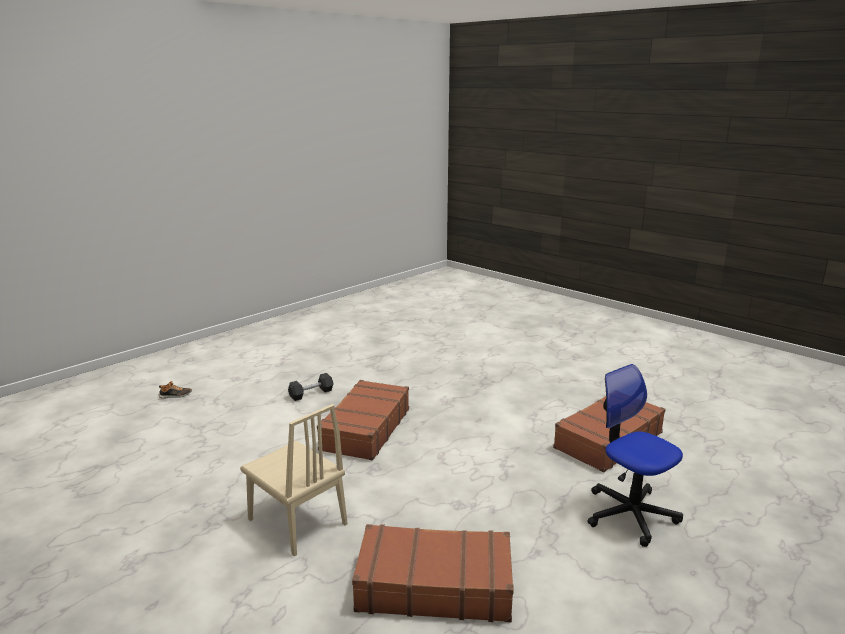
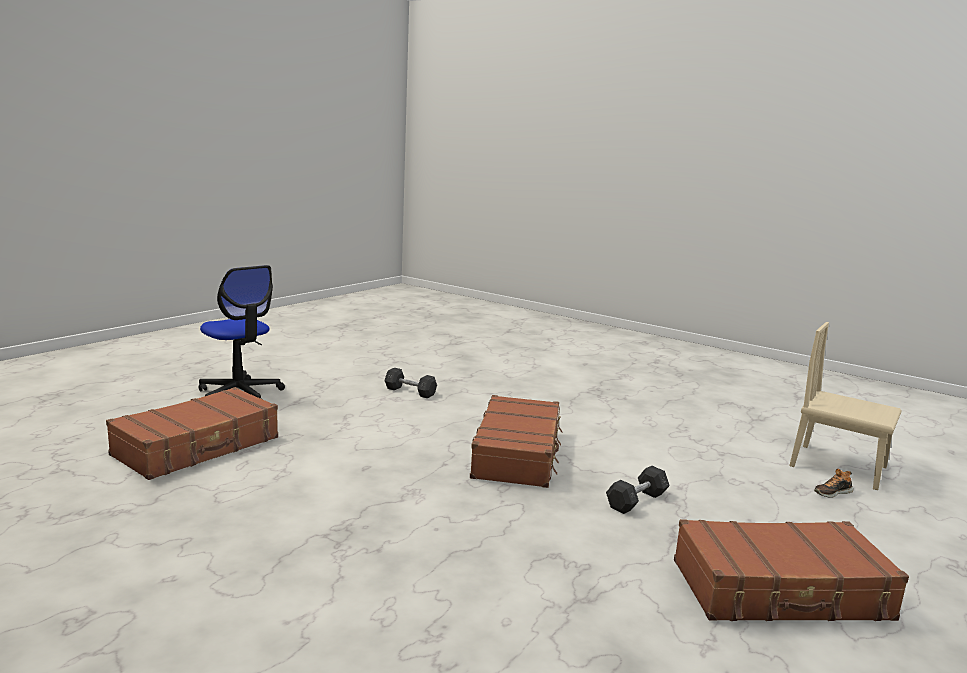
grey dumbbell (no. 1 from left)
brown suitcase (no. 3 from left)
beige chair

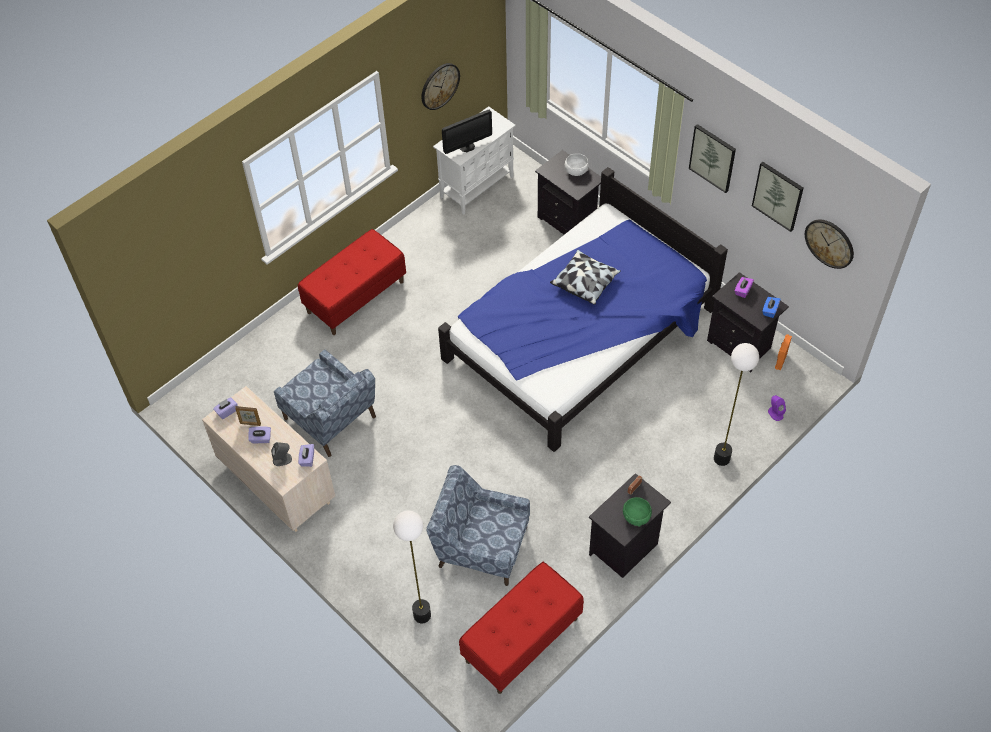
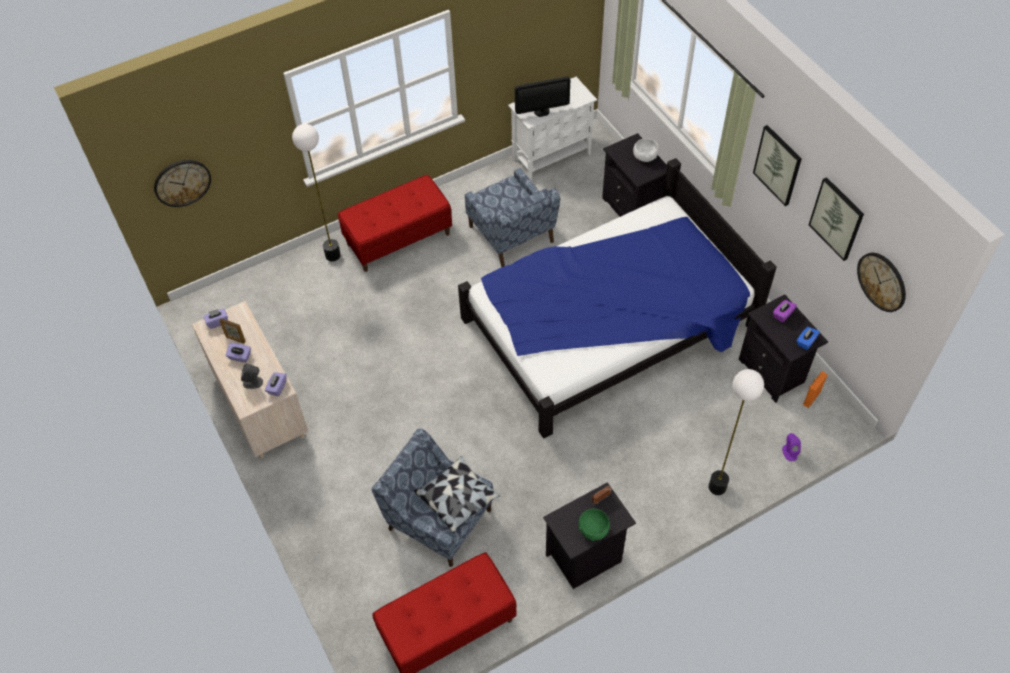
wall clock (no. 1 from left)
floor lamp (no. 1 from left)
pillow
blue armchair (no. 2 from left)

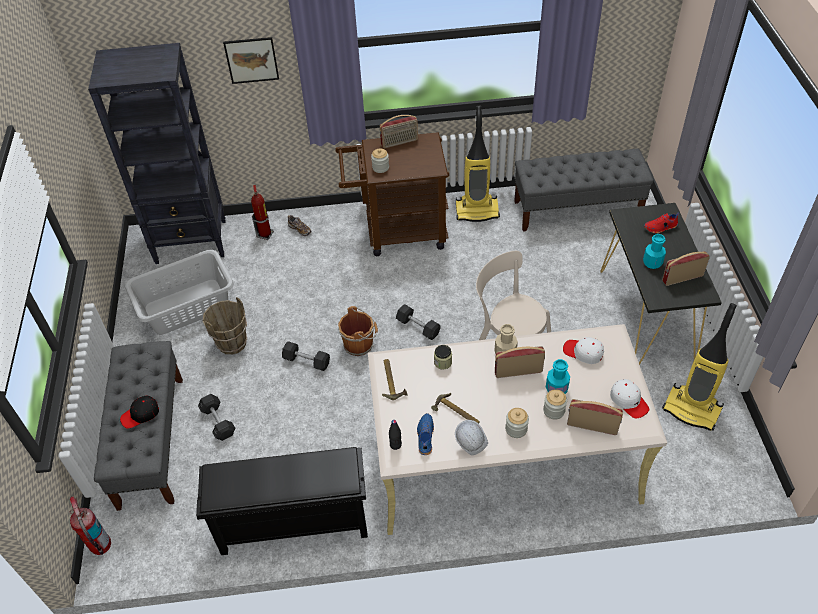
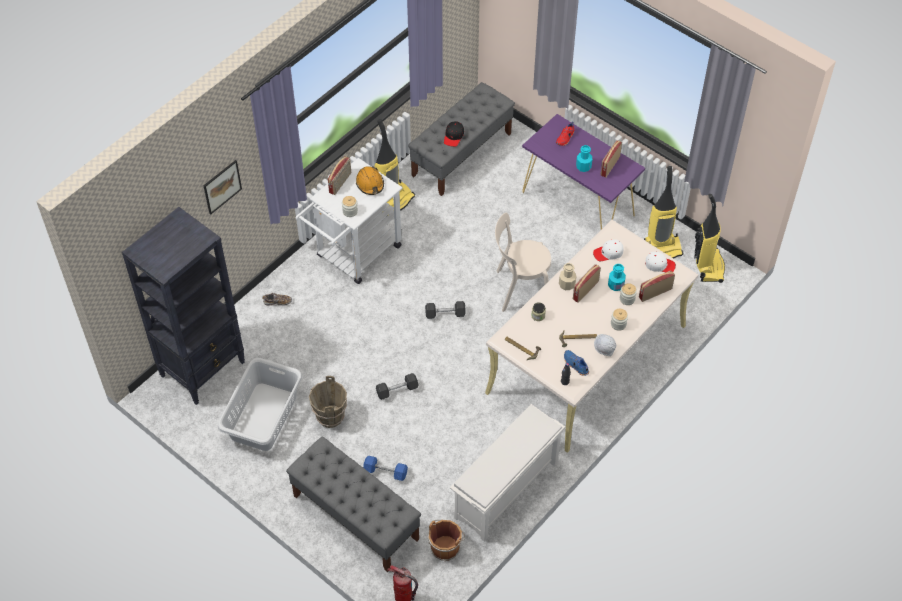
white cart
orange hard hat
blue dumbbell
brown bucket (no. 2 from left)
black cap
white shoe rack
purple console table
vacuum cleaner (no. 3 from left)
fire extinguisher (no. 2 from left in the first image)

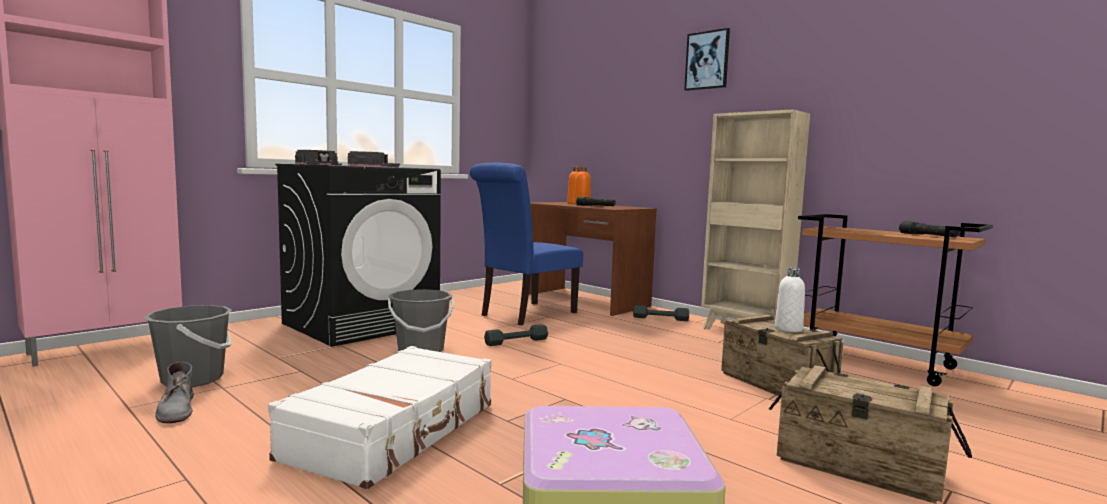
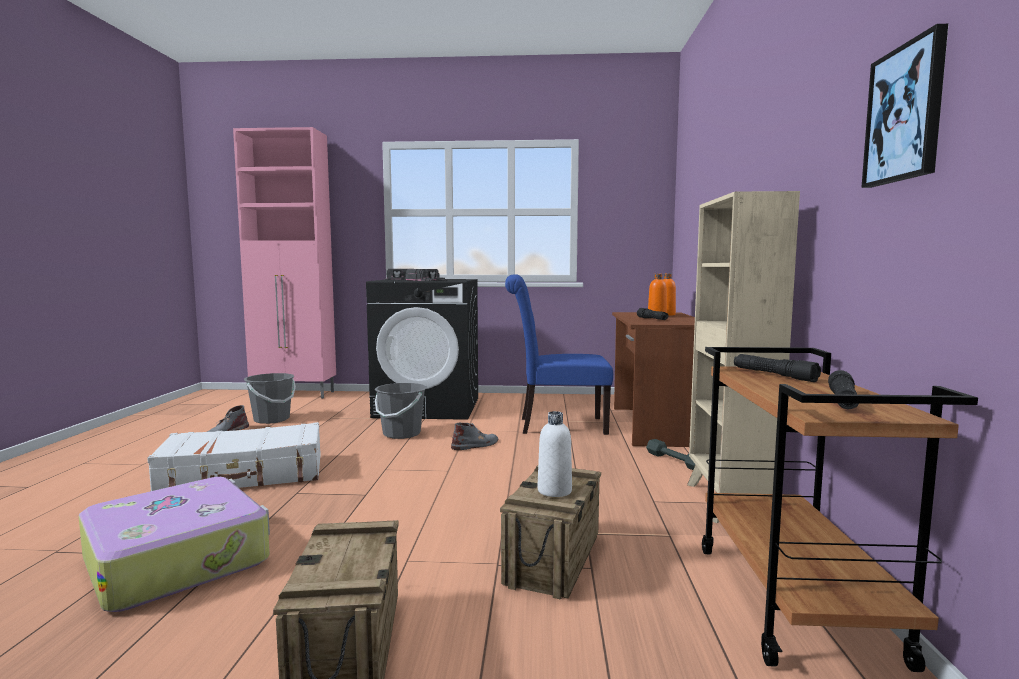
grey boot (no. 2 from left)
black flashlight (no. 2 from left)
picture

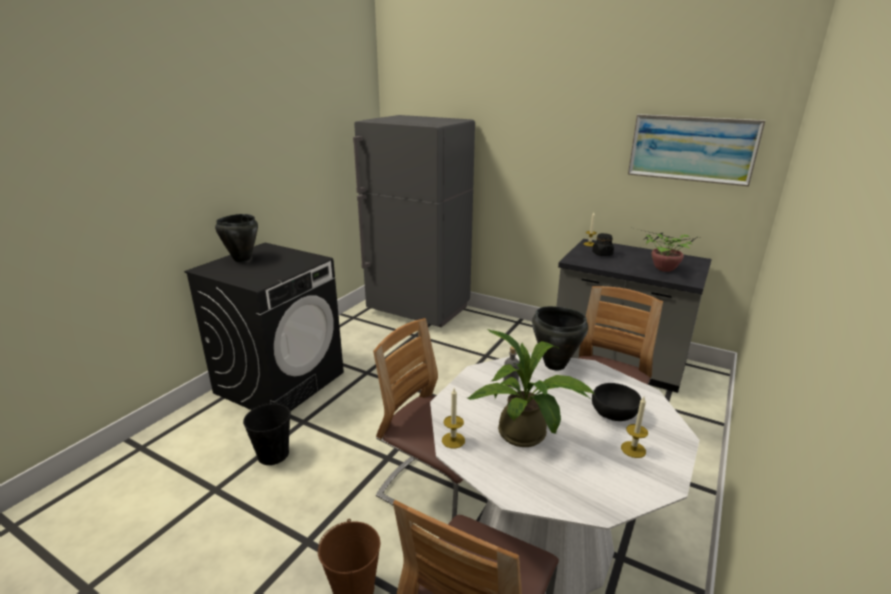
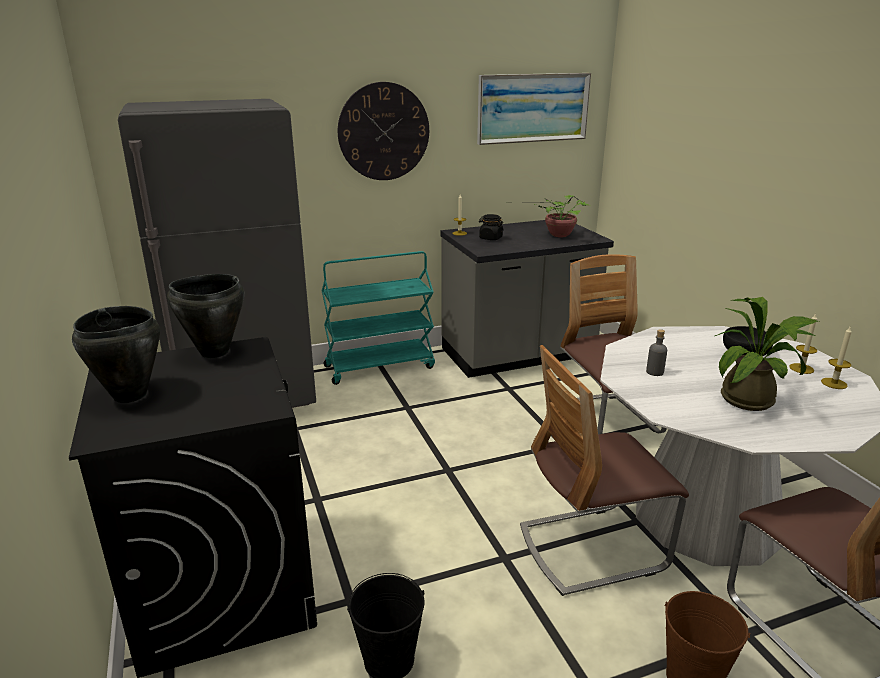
black cooking pot (no. 2 from left)
turquoise cart
wall clock
candle (no. 3 from left)

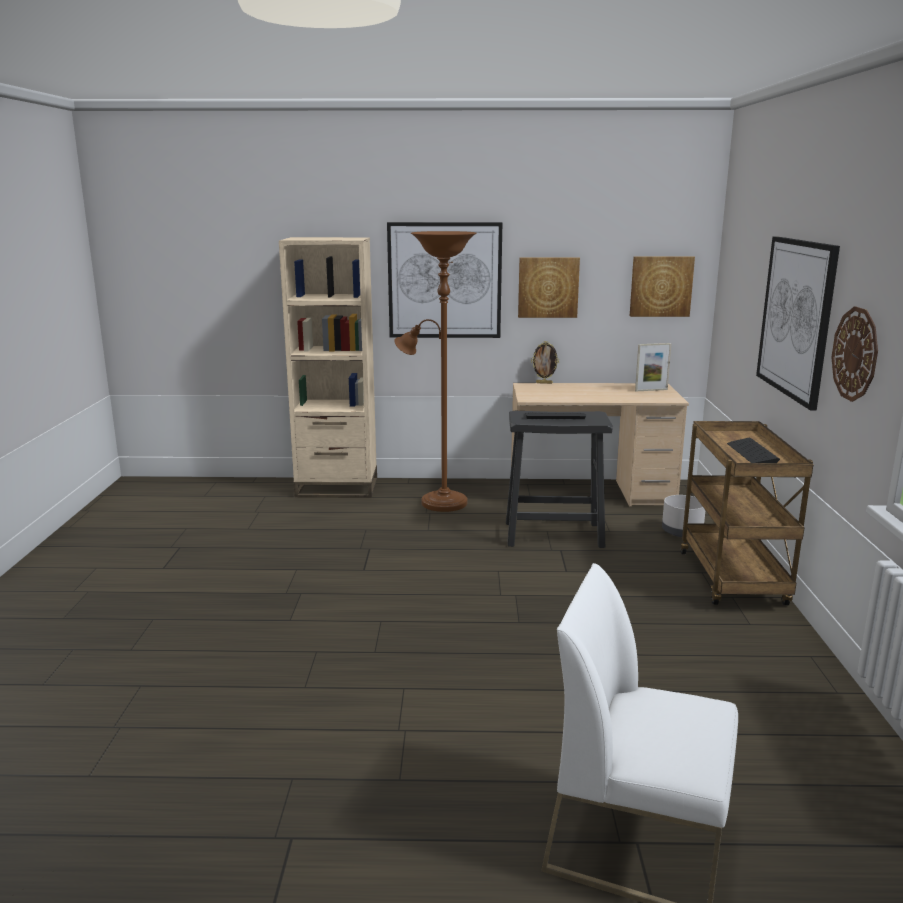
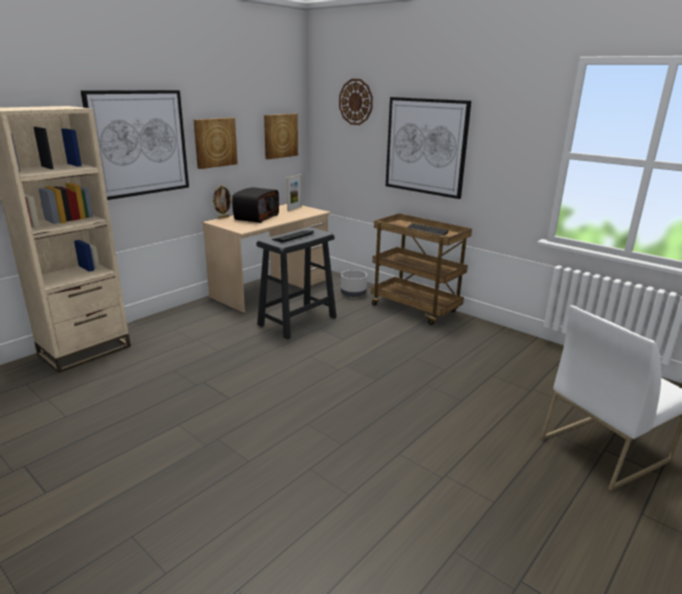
radio
wall clock
brown floor lamp

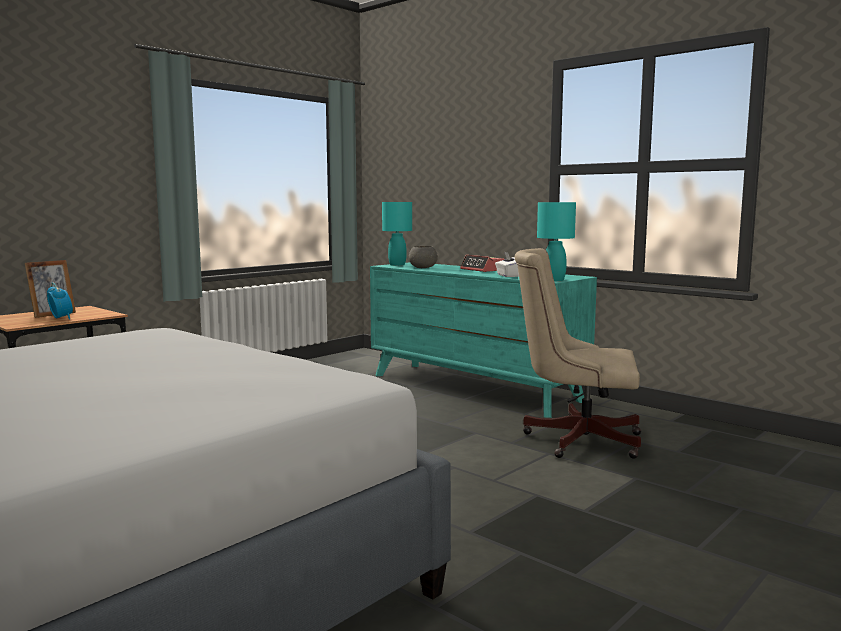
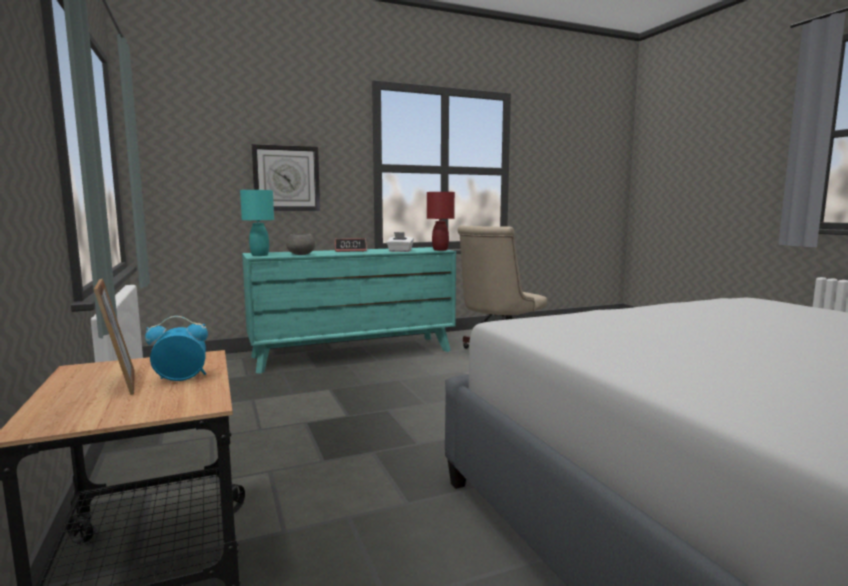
wall clock
red table lamp

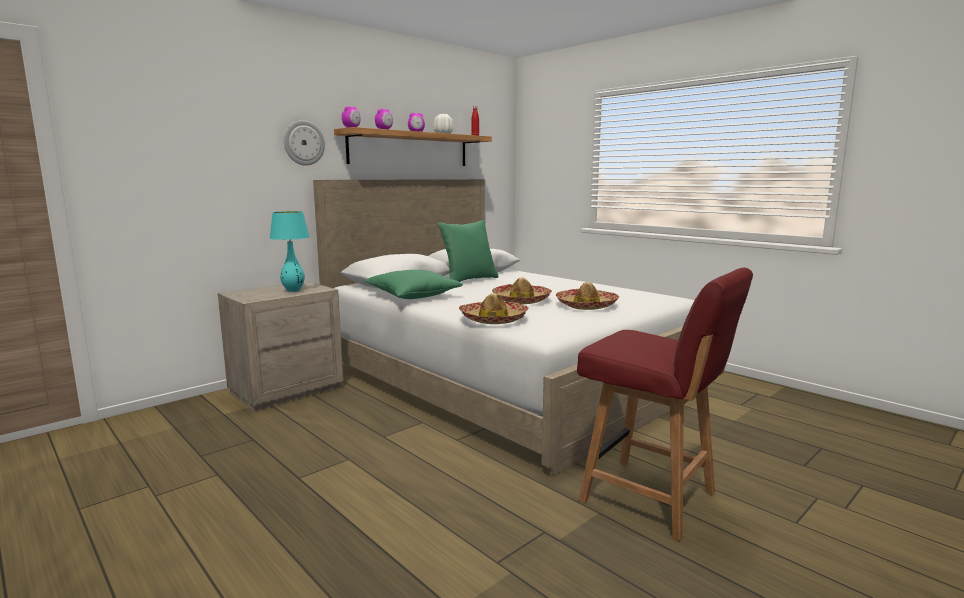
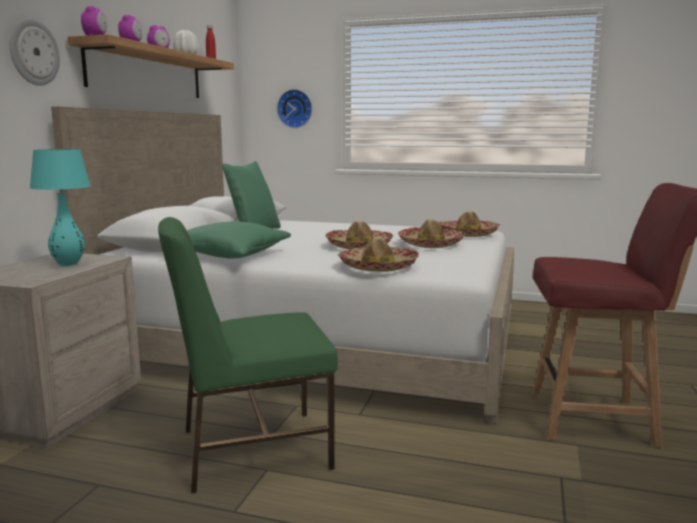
green chair
wall clock (no. 2 from left)
hat (no. 4 from left)

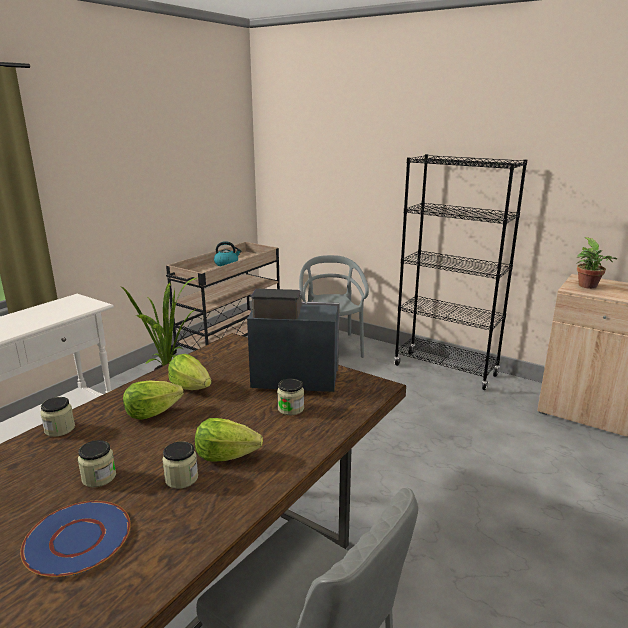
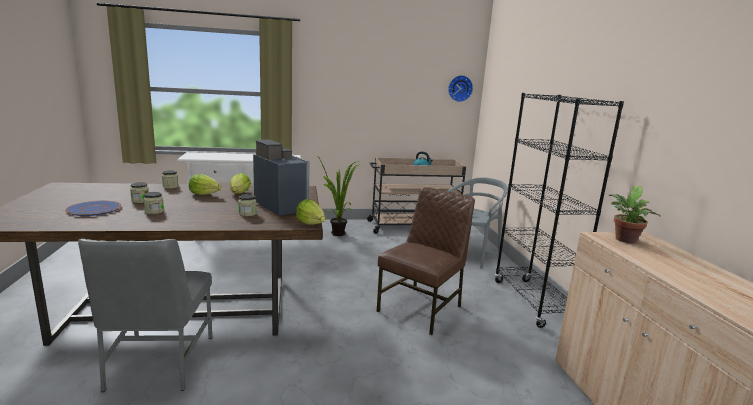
lettuce (no. 3 from left)
brown chair
wall clock

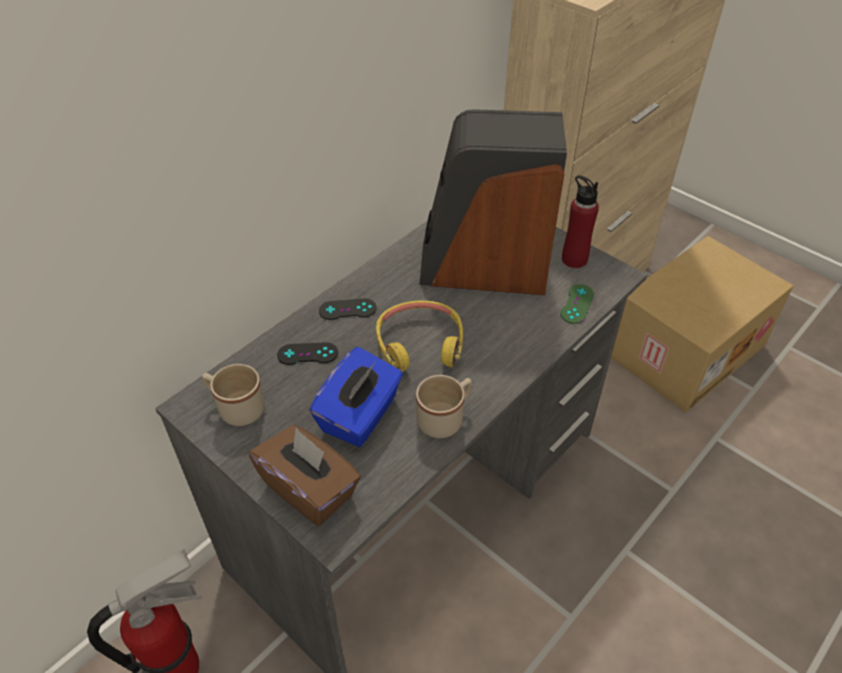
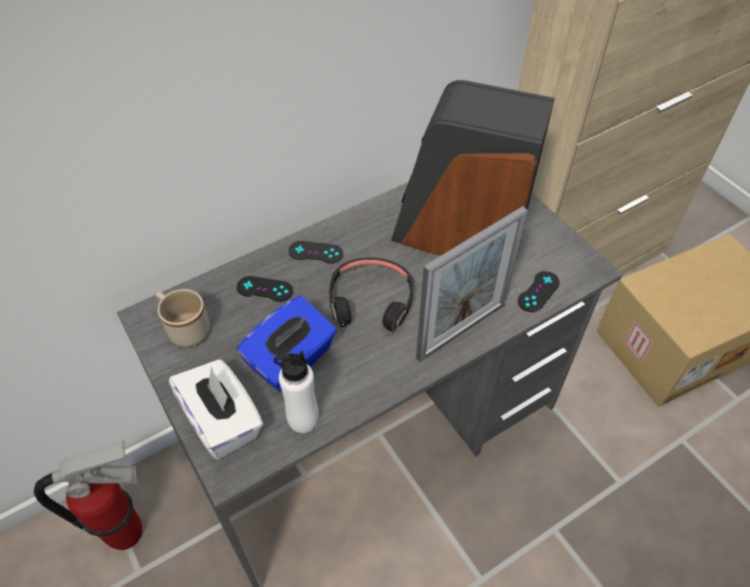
white tissue box
white bottle
black headphones
picture frame
black game controller (no. 3 from left)
beige mug (no. 2 from left in the first image)
red bottle

